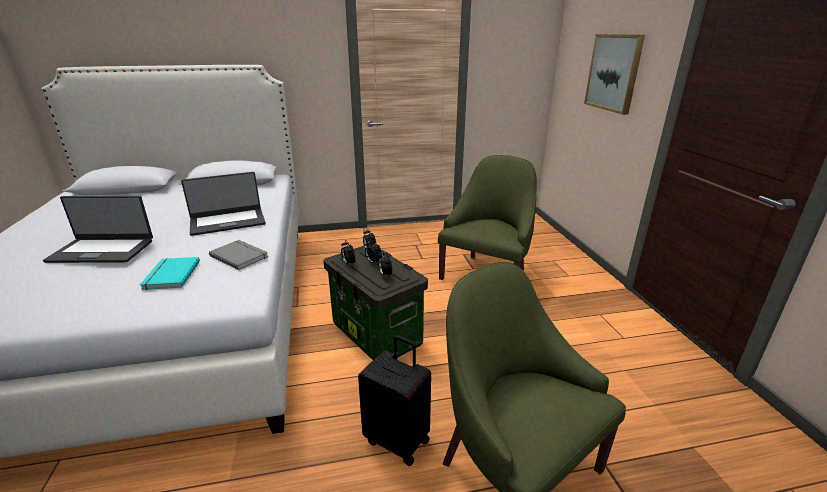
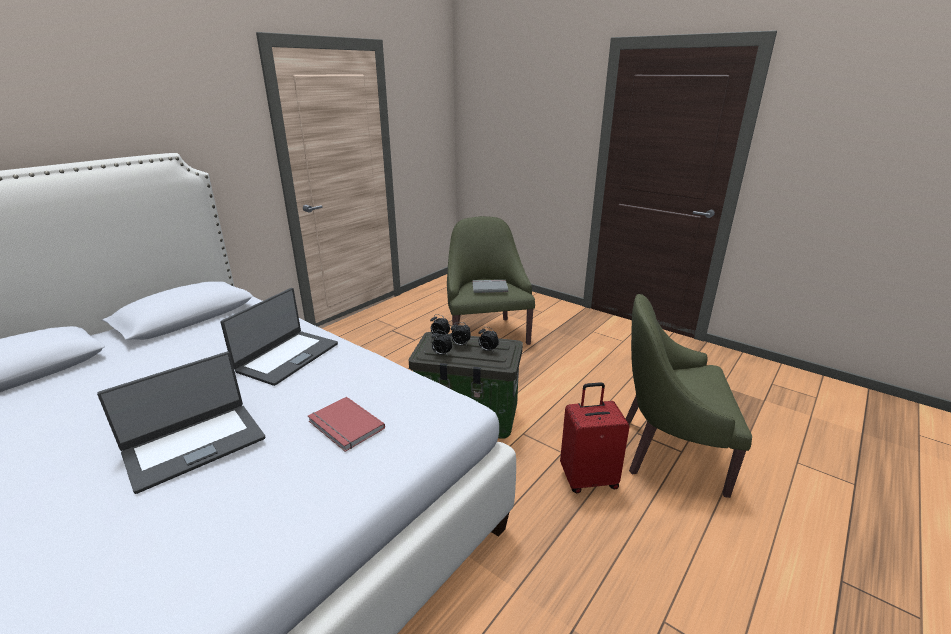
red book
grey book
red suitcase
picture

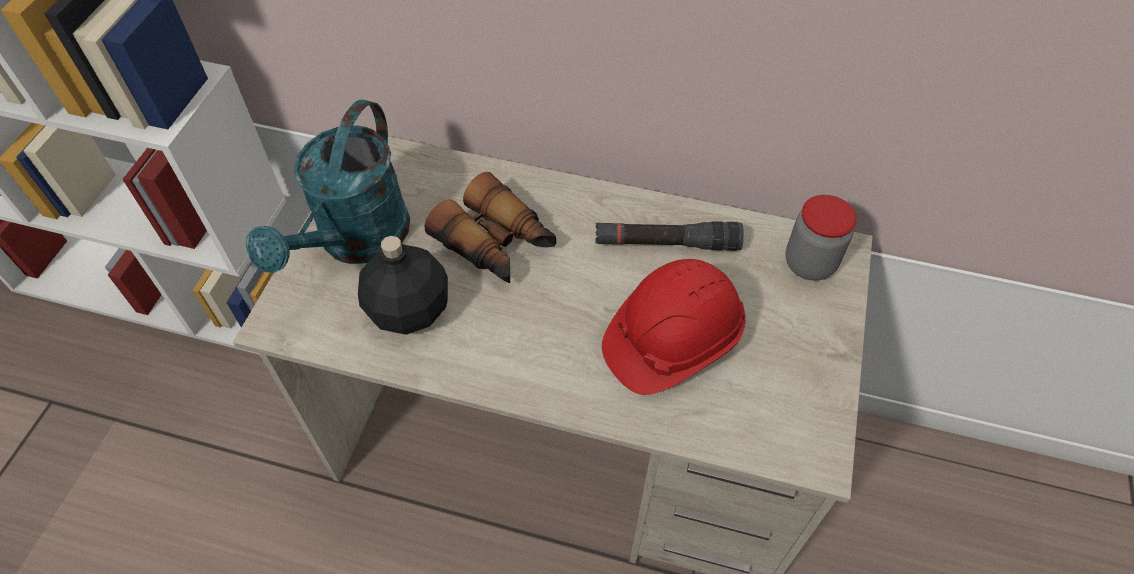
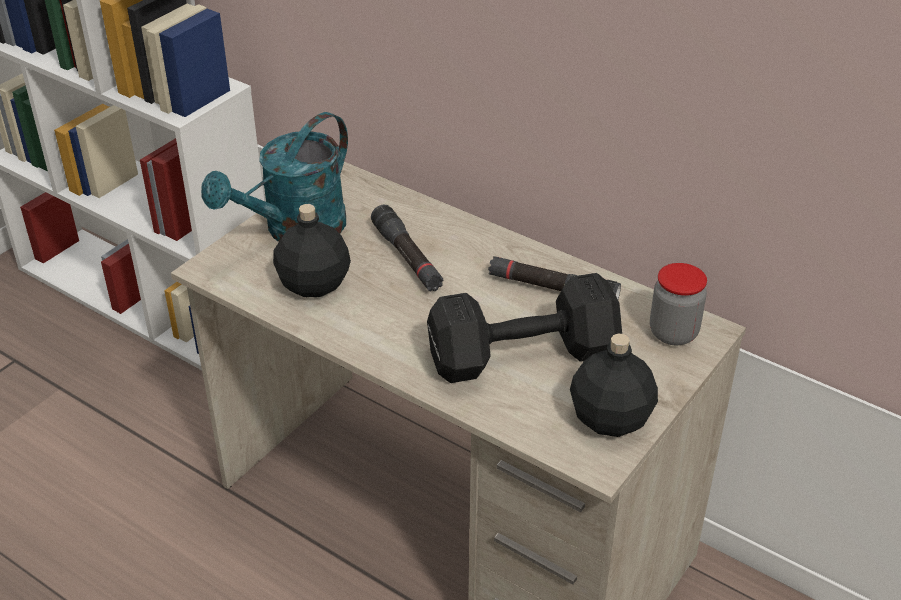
black flashlight (no. 1 from left)
black dumbbell
black bottle (no. 2 from left)

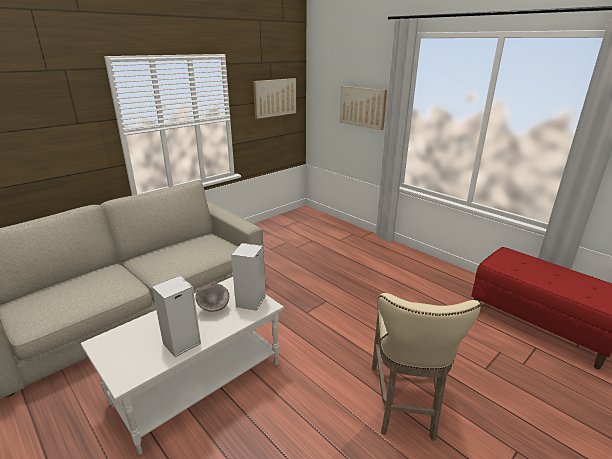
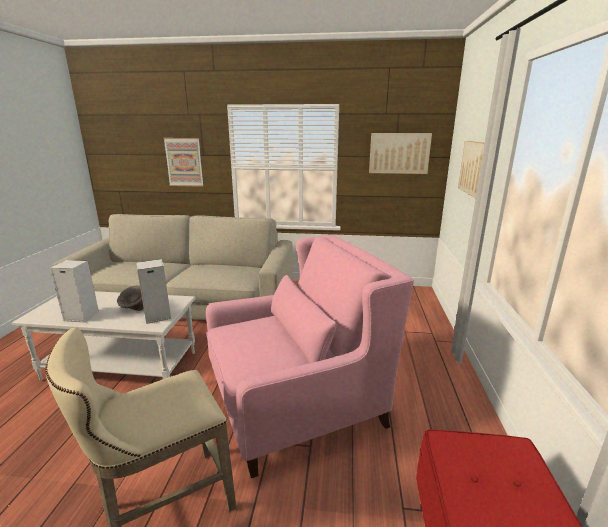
picture (no. 1 from left)
pink armchair

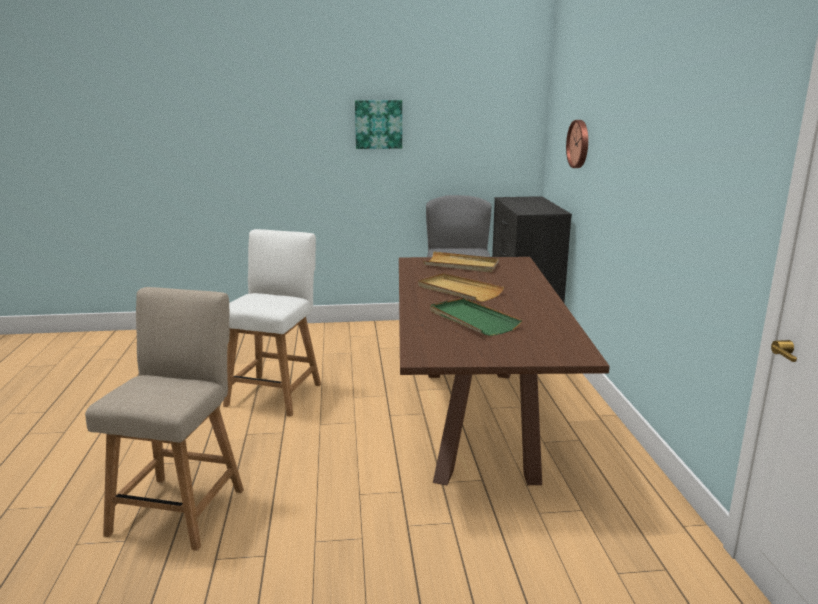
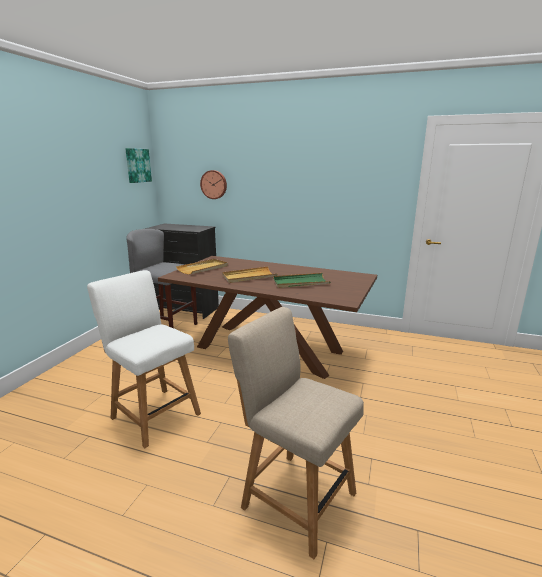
picture

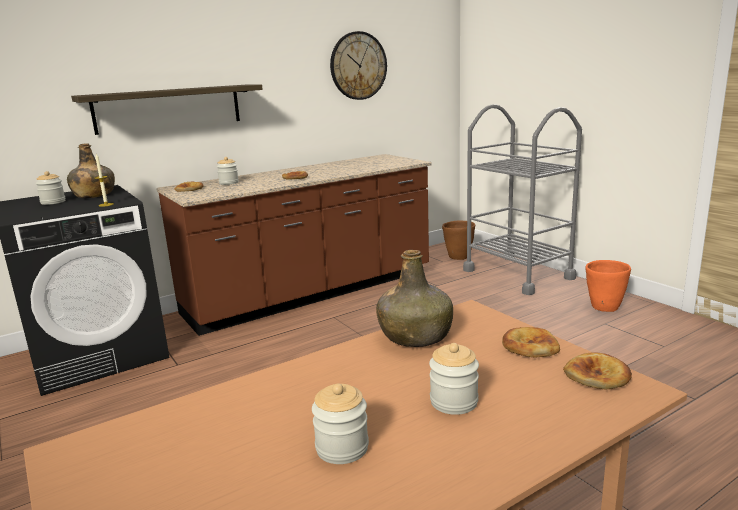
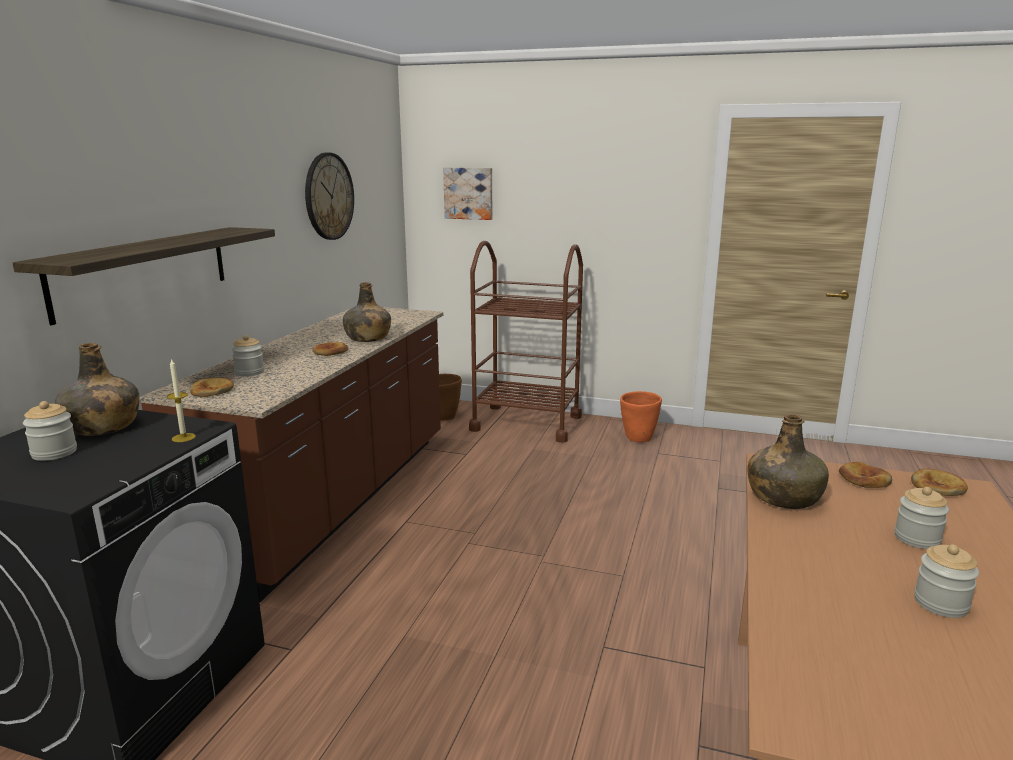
green bottle (no. 2 from left)
picture
brown cart

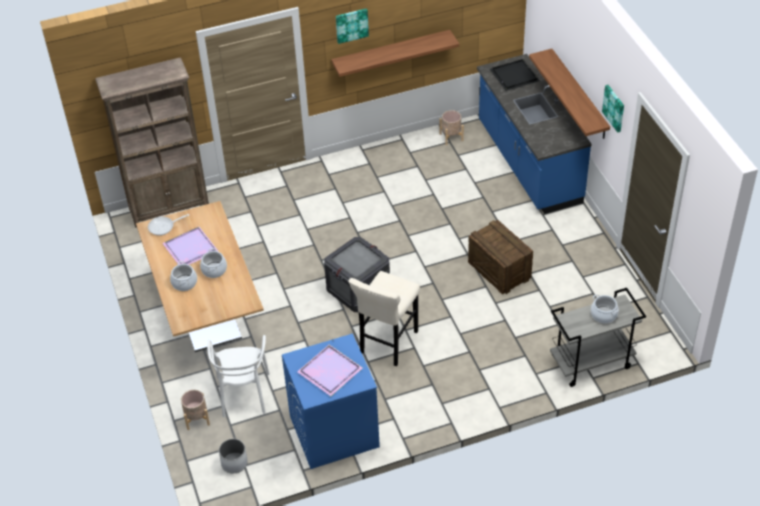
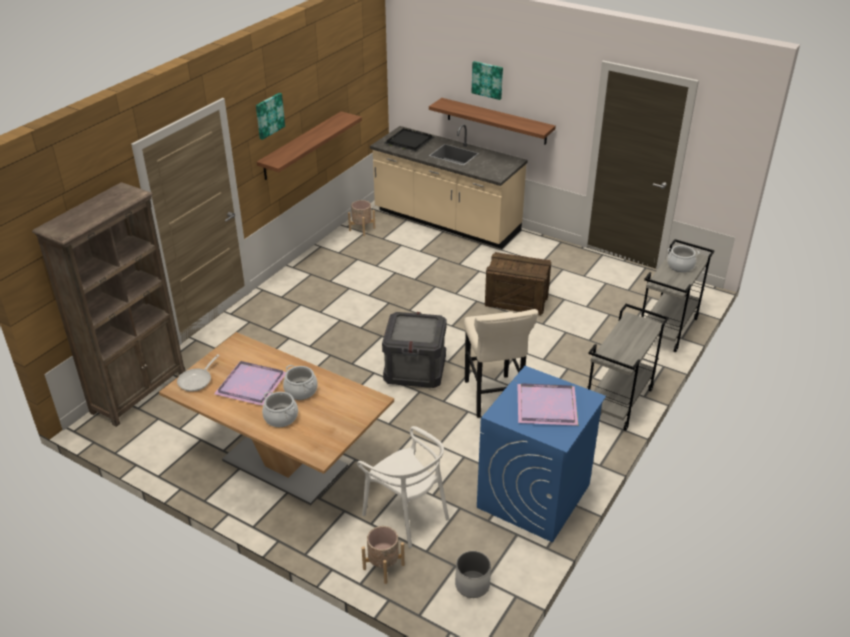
beige counter
picture (no. 2 from left)
grey cart (no. 1 from left)

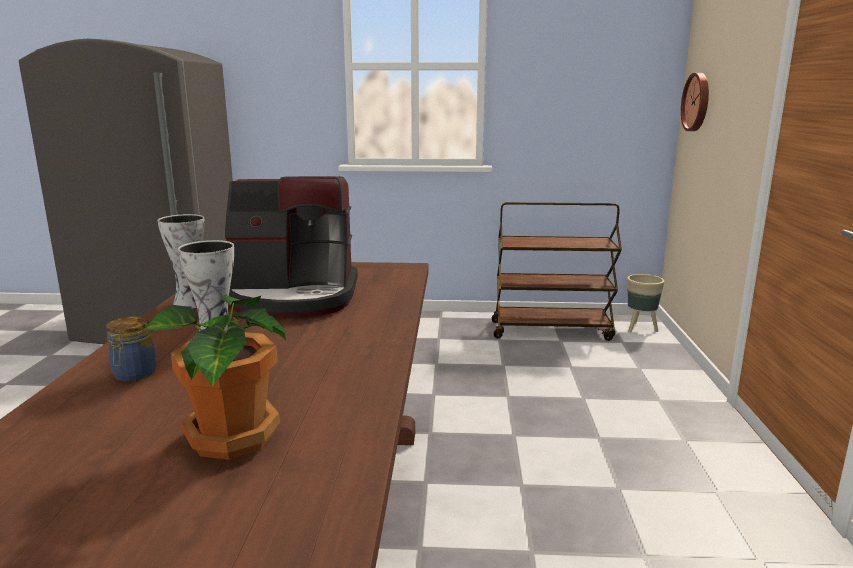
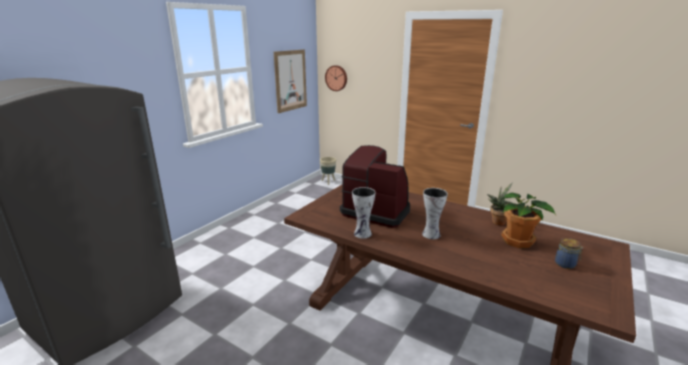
picture
coffee machine
potted plant (no. 1 from left)
jar
brown cart

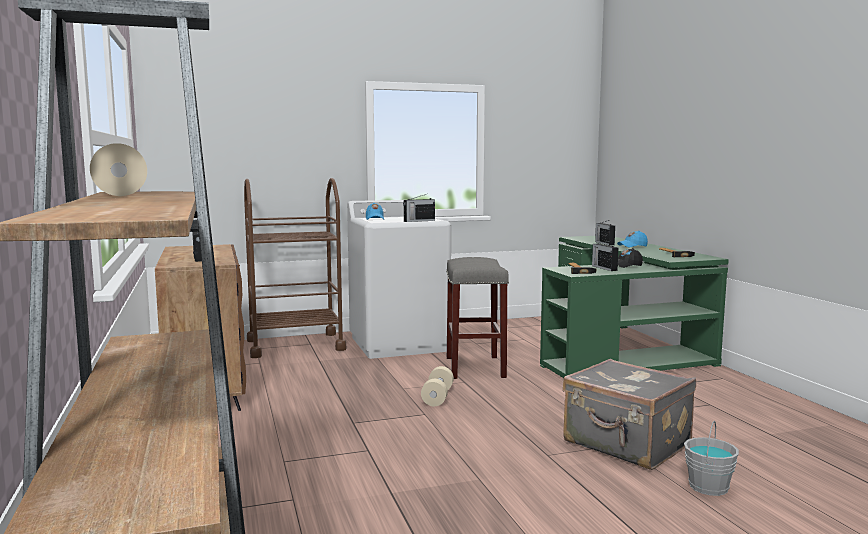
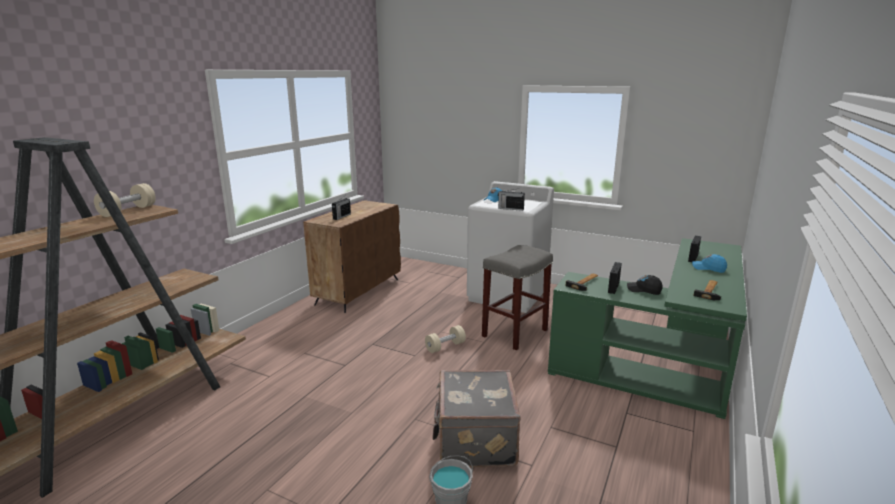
brown cart

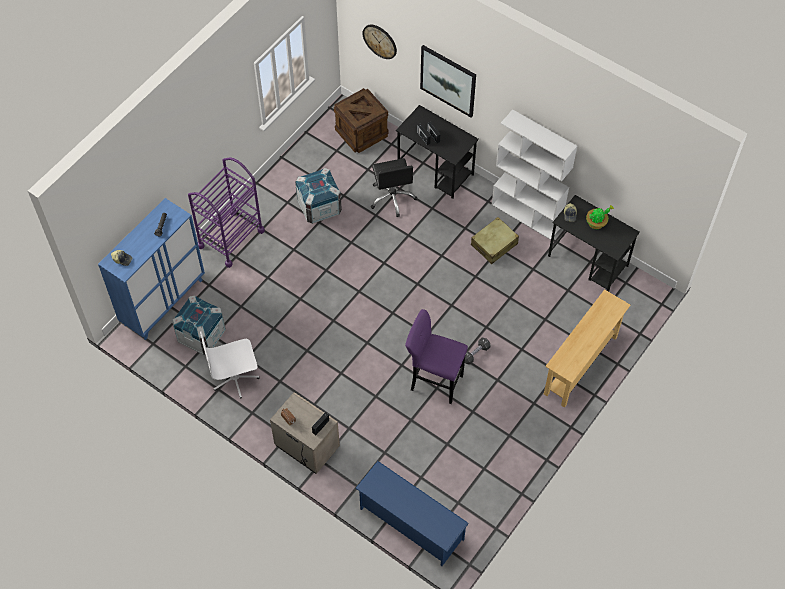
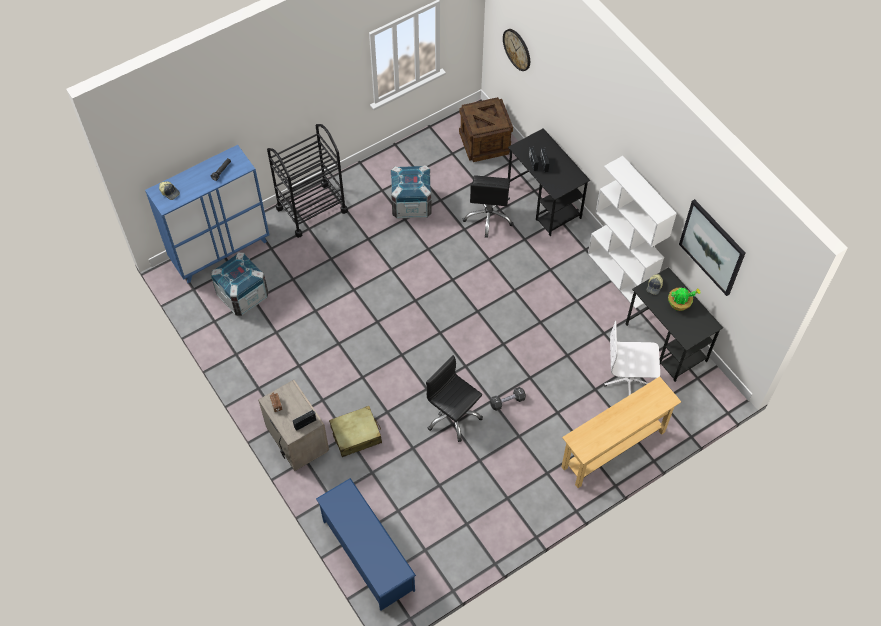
black cart
beige suitcase
black office chair (no. 1 from left)
white office chair
picture

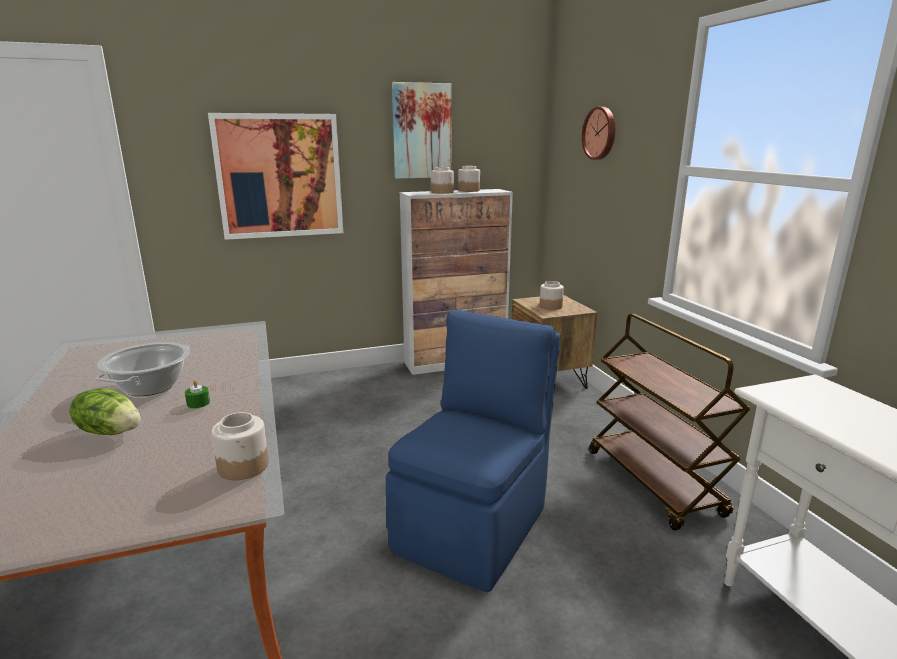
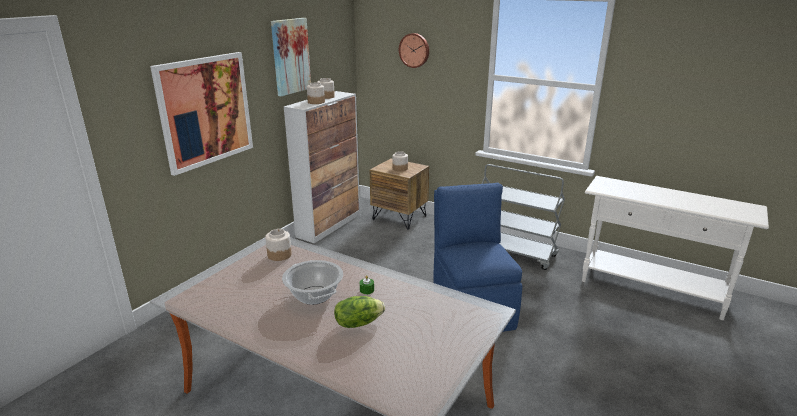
jar (no. 1 from left)
grey cart

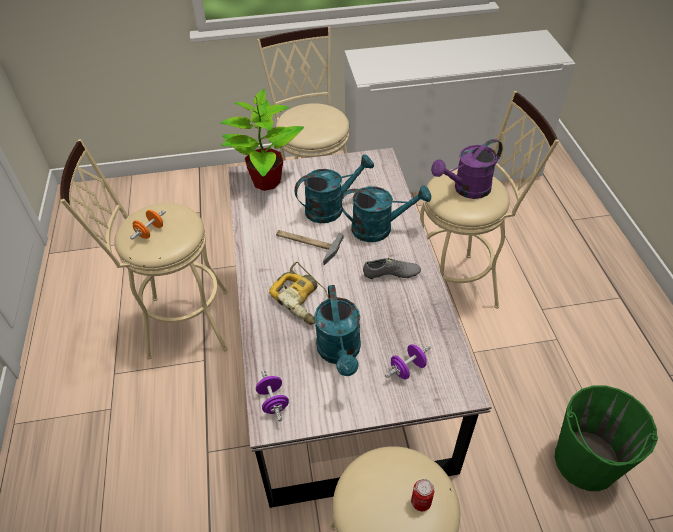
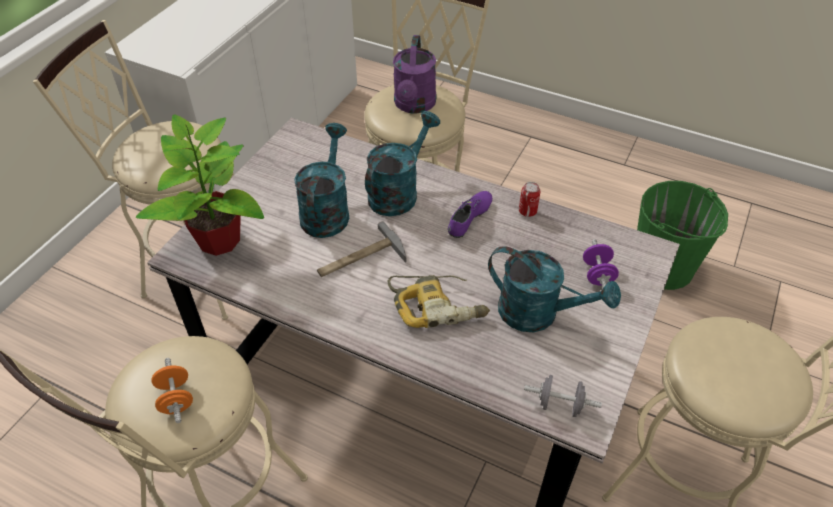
purple shoe
can
grey dumbbell

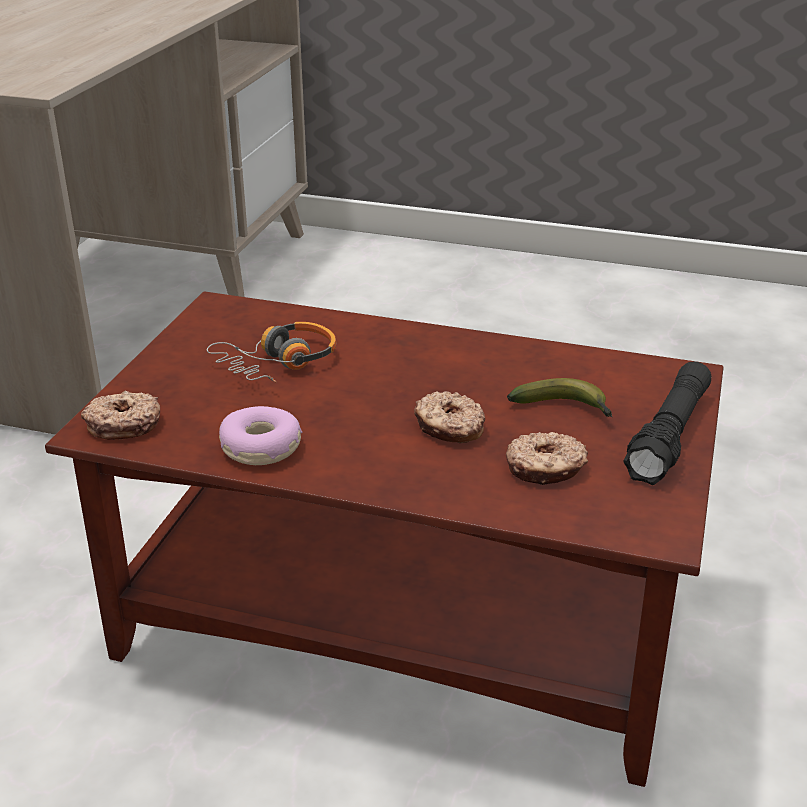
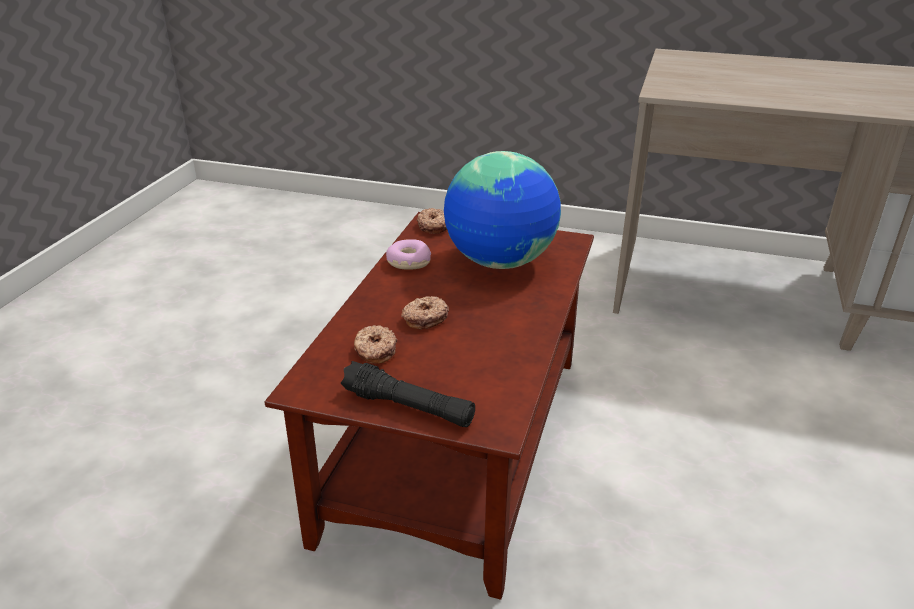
globe
banana

